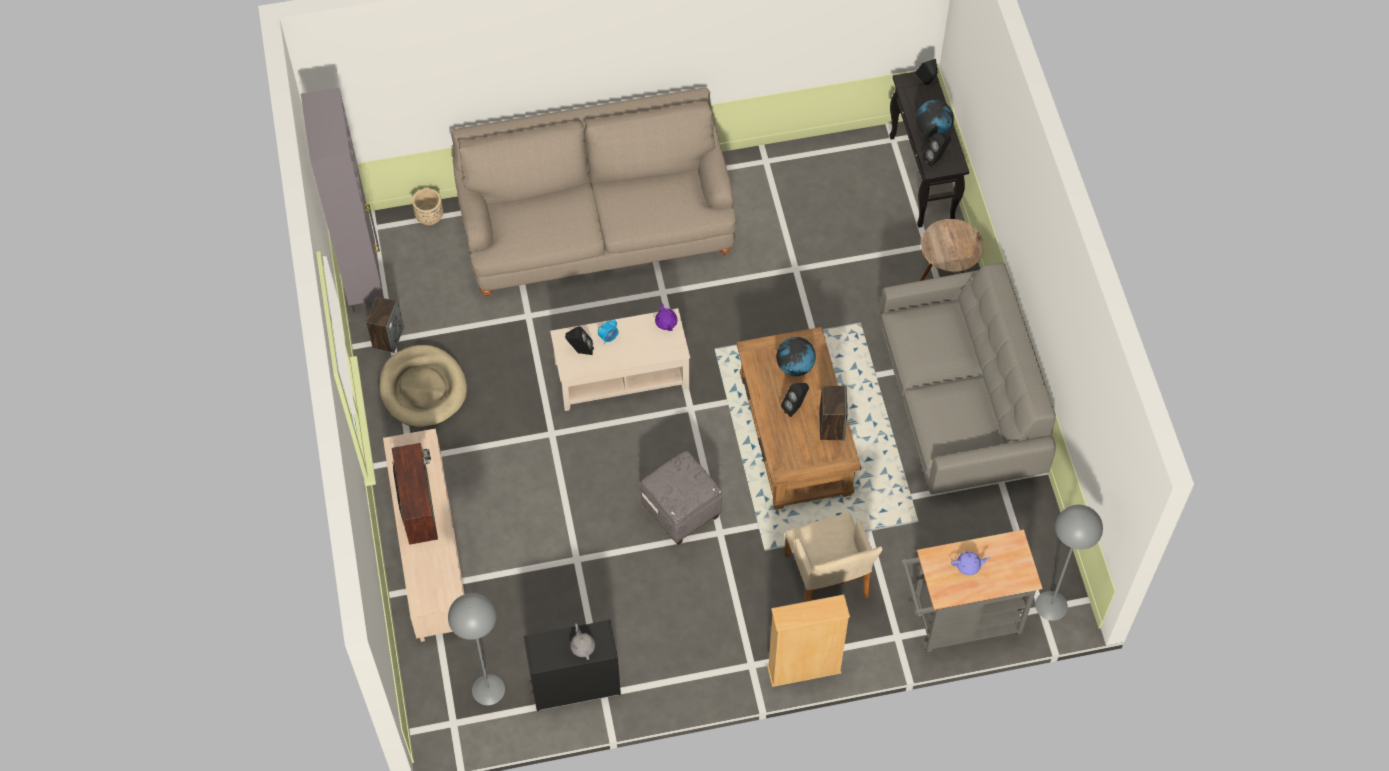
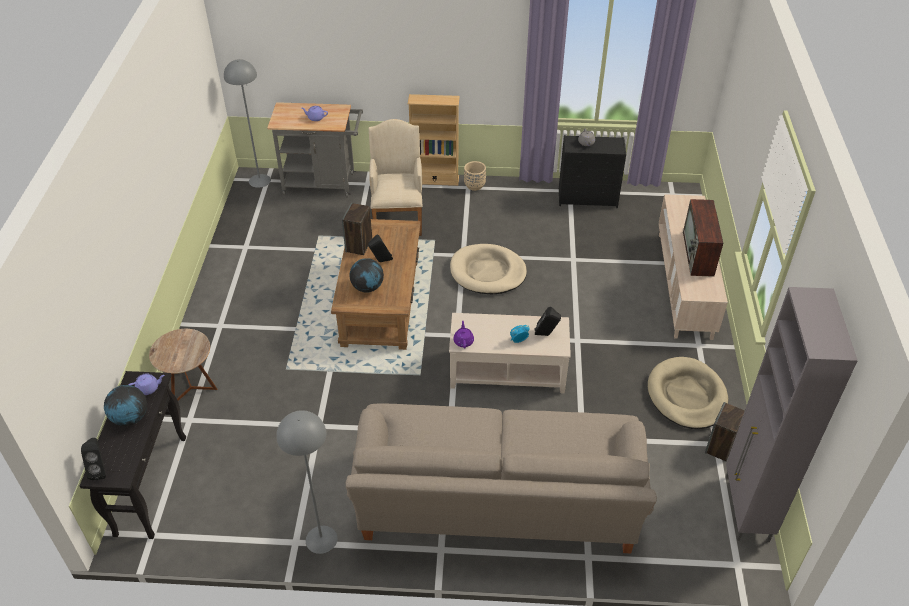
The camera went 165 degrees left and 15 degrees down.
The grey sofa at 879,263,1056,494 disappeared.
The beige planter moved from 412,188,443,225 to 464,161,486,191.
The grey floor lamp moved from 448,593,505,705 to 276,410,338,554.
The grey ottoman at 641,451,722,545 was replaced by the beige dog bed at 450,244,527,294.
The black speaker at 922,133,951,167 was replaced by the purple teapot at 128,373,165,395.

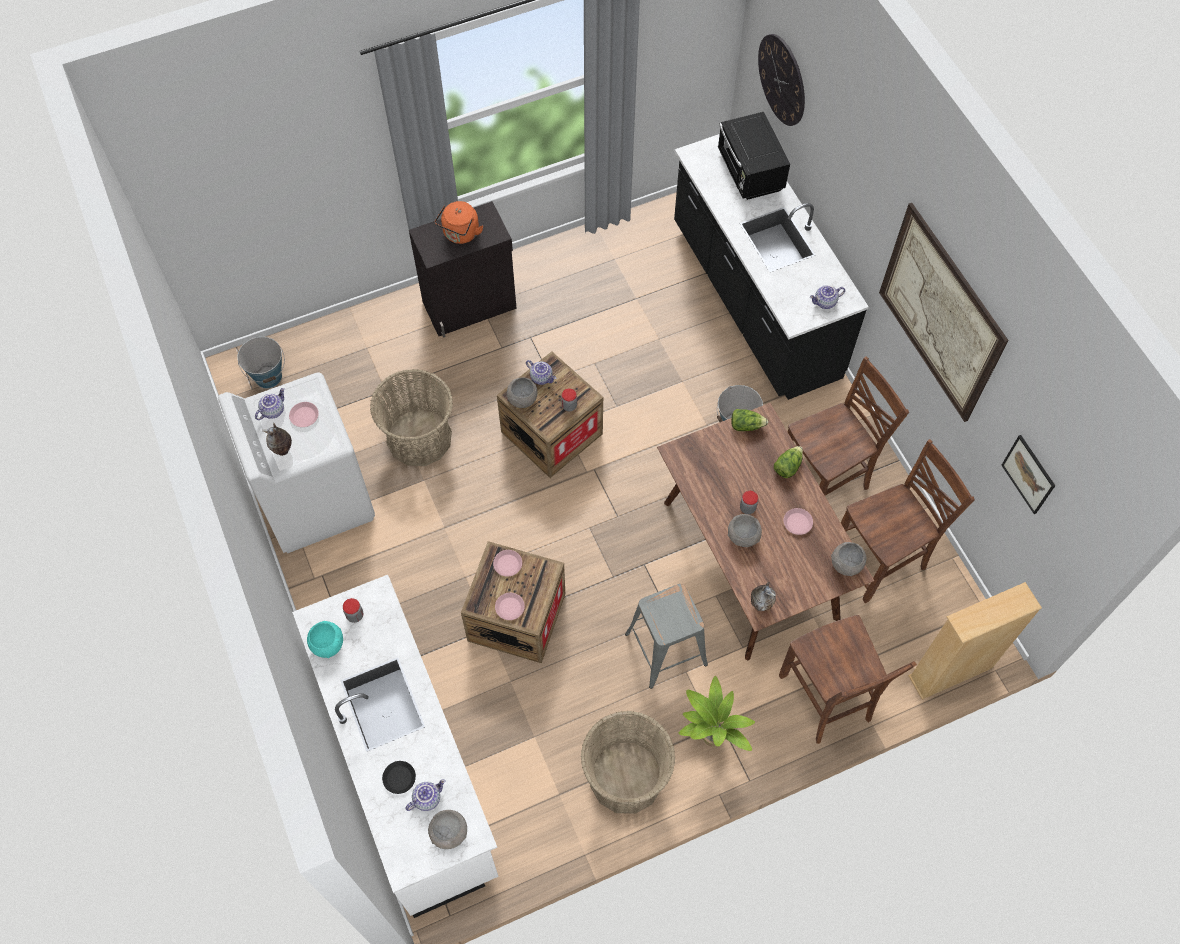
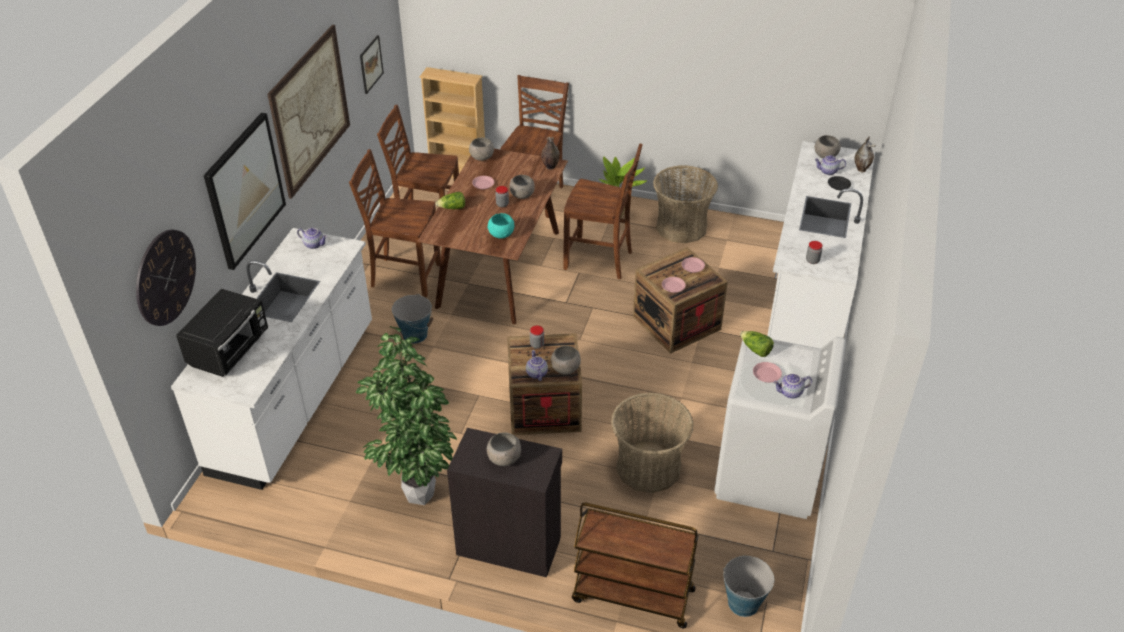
The camera went 140 degrees left and 20 degrees down.
The picture at 203,112,286,270 appeared.
The potted plant at 356,326,457,505 appeared.
The brown cart at 572,502,699,628 appeared.
The vase moved from 262,423,292,456 to 855,136,876,172.
The turquoise bowl moved from 307,621,343,658 to 487,213,514,239.
The lettuce moved from 731,409,768,431 to 740,331,774,357.
The orange kettle at 435,201,483,244 was replaced by the grey bowl at 487,432,521,466.
The grey stool at 625,584,708,689 was replaced by the brown chair at 563,144,642,279.
The black counter at 674,134,869,400 became the white counter at 171,228,372,490.

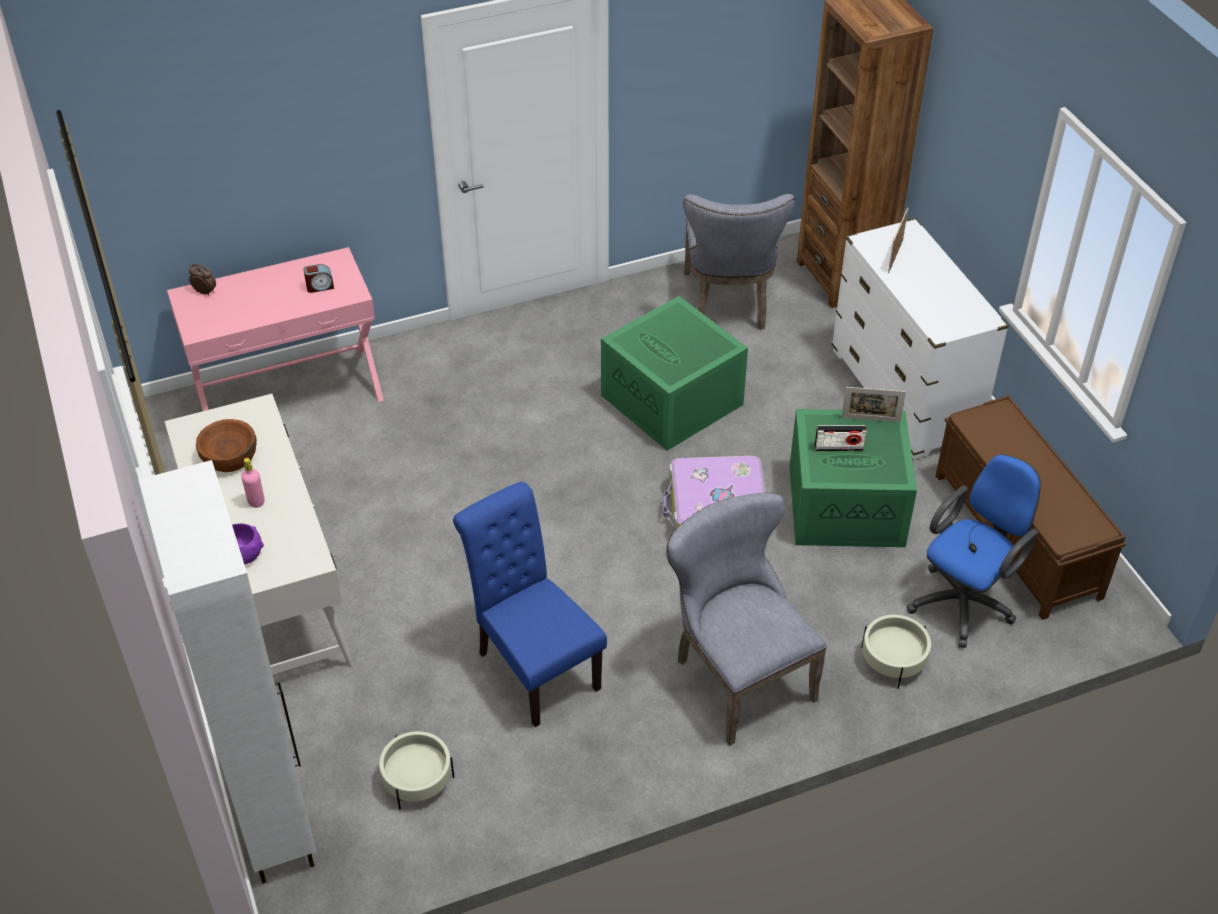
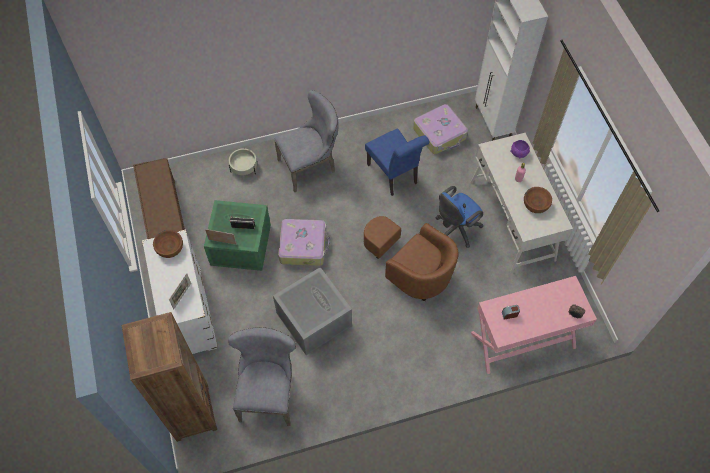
The camera went 175 degrees left and 15 degrees up.
The brown bowl at 153,230,183,258 appeared.
The brown armchair at 364,216,459,301 appeared.
The blue office chair moved from 907,454,1041,648 to 436,186,483,248.
The beige planter at 379,731,454,809 was replaced by the suitcase at 413,104,468,154.
The green storage box at 601,296,748,451 became the grey storage box at 273,267,352,355.
The grey chair at 666,493,827,746 turned 90 degrees counterclockwise.

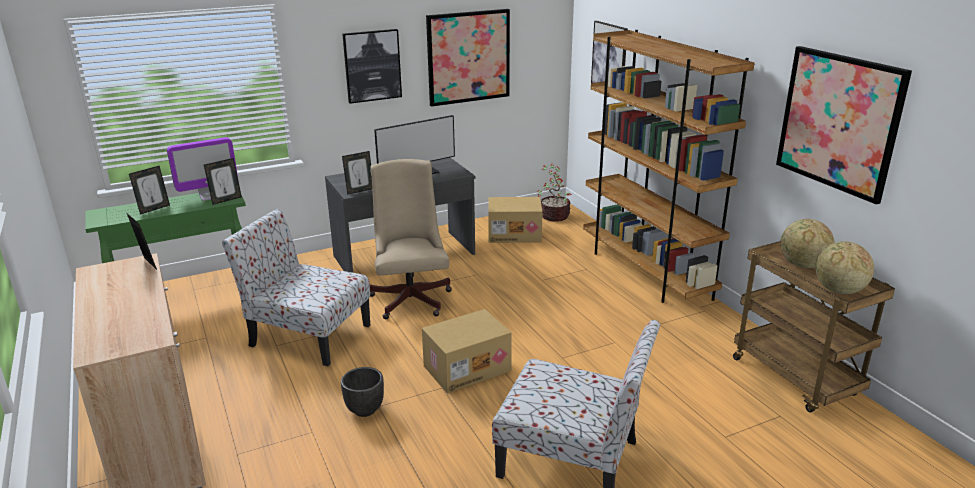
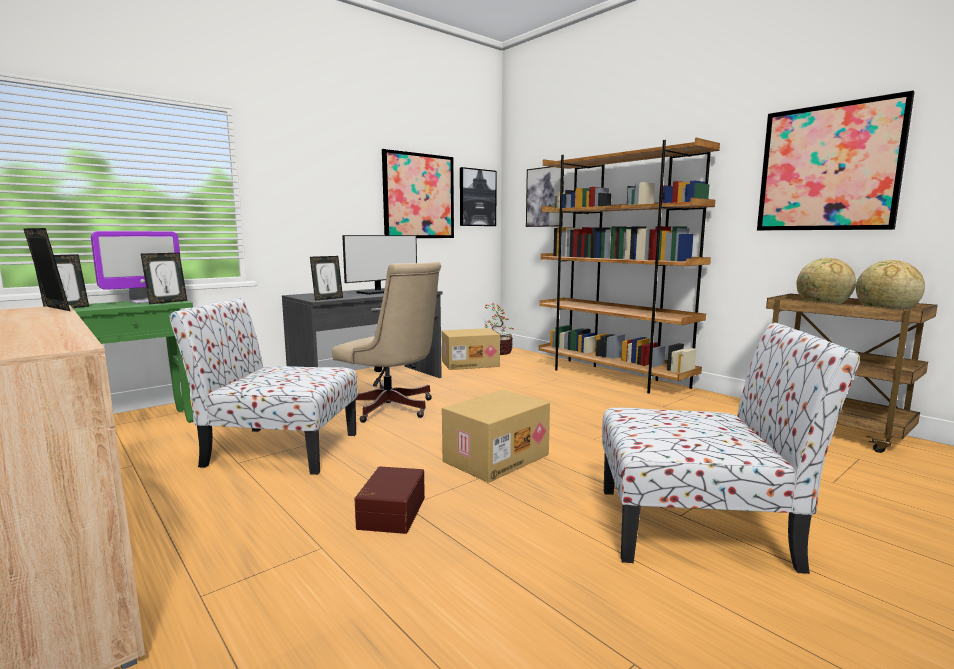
The camera went 15 degrees left and 15 degrees down.
The picture moved from 342,29,402,104 to 460,167,497,226.
The black planter at 341,367,384,417 was replaced by the brown storage box at 355,466,425,534.
The beige office chair at 370,159,452,319 turned 150 degrees clockwise.

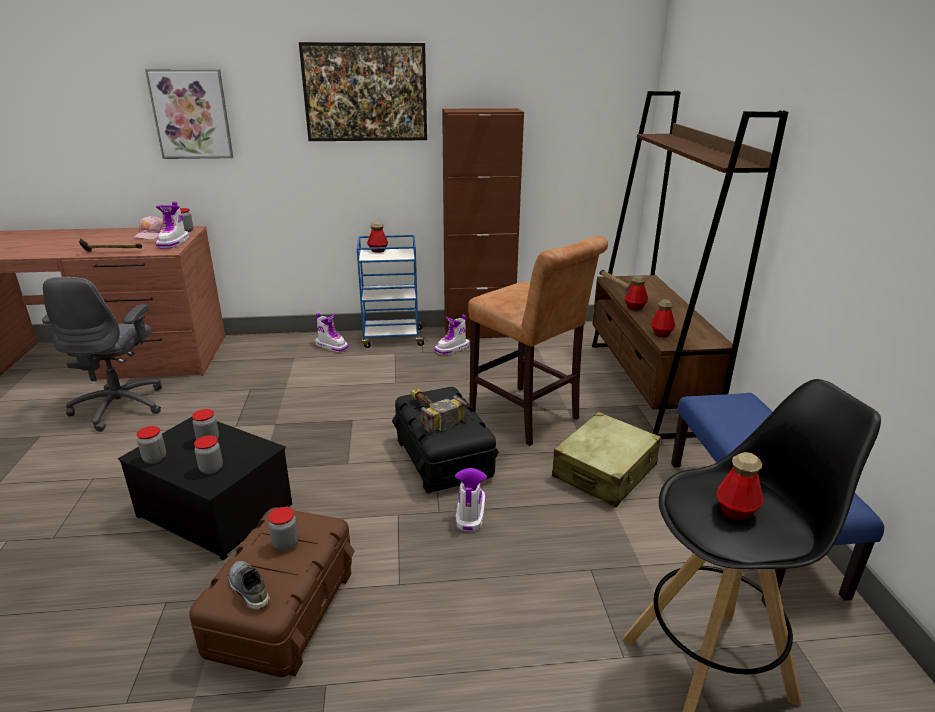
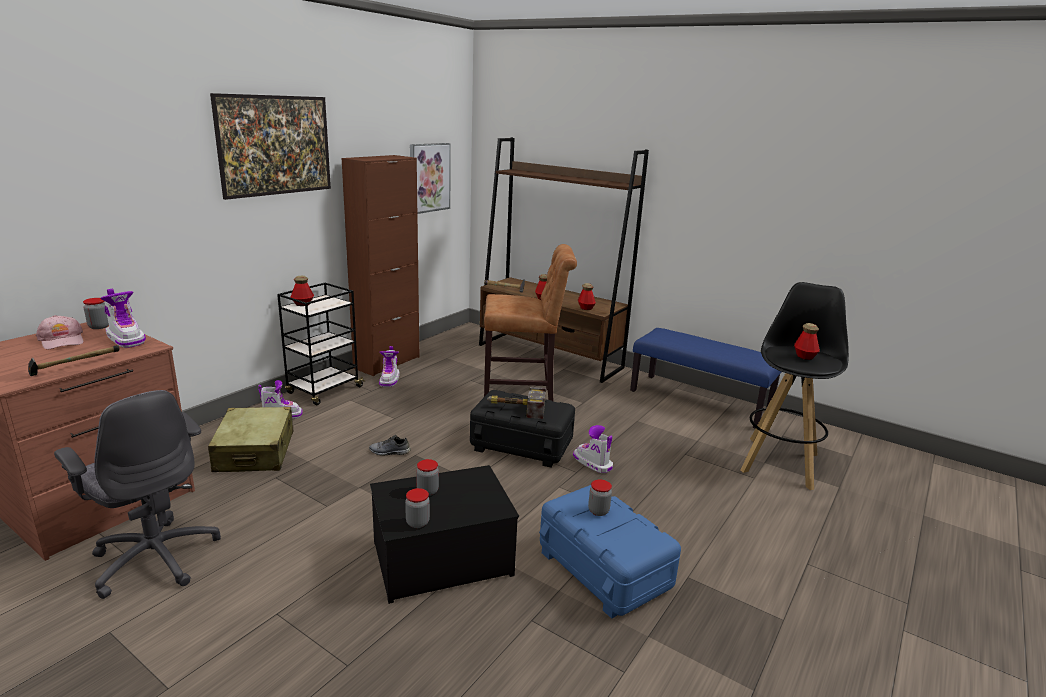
The camera went 50 degrees left and 5 degrees down.
The jar at 194,436,223,474 disappeared.
The picture moved from 145,69,233,159 to 410,143,451,214.
The grey shoe moved from 229,561,270,610 to 369,435,411,456.
The beige suitcase moved from 552,412,661,507 to 208,407,293,472.
The brown storage box at 189,507,355,677 became the blue storage box at 539,485,681,619.
The blue cart at 357,235,427,348 became the black cart at 277,283,365,405.

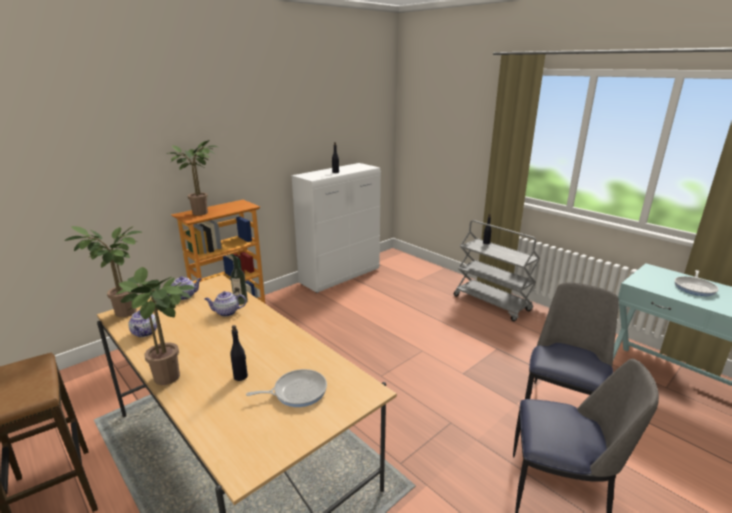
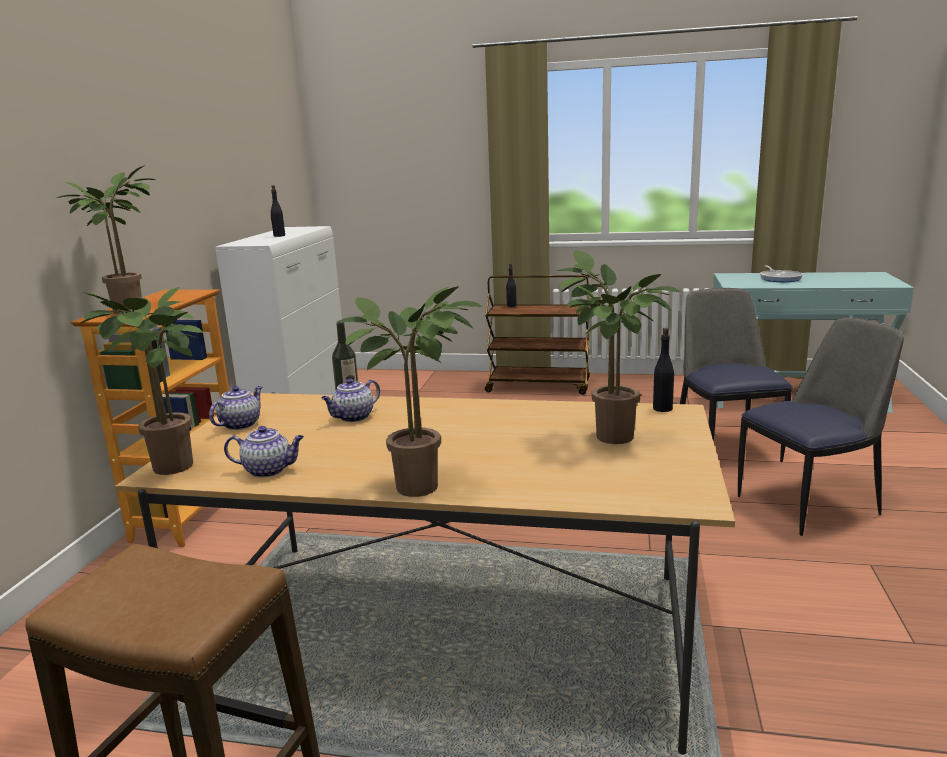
The camera went 35 degrees left and 5 degrees down.
The black bottle moved from 230,325,248,381 to 653,328,674,412.
The frying pan at 246,369,327,407 was replaced by the potted plant at 557,250,681,444.
The grey cart at 454,220,540,321 became the brown cart at 485,275,590,395.
The teapot at 128,310,157,337 turned 45 degrees counterclockwise.

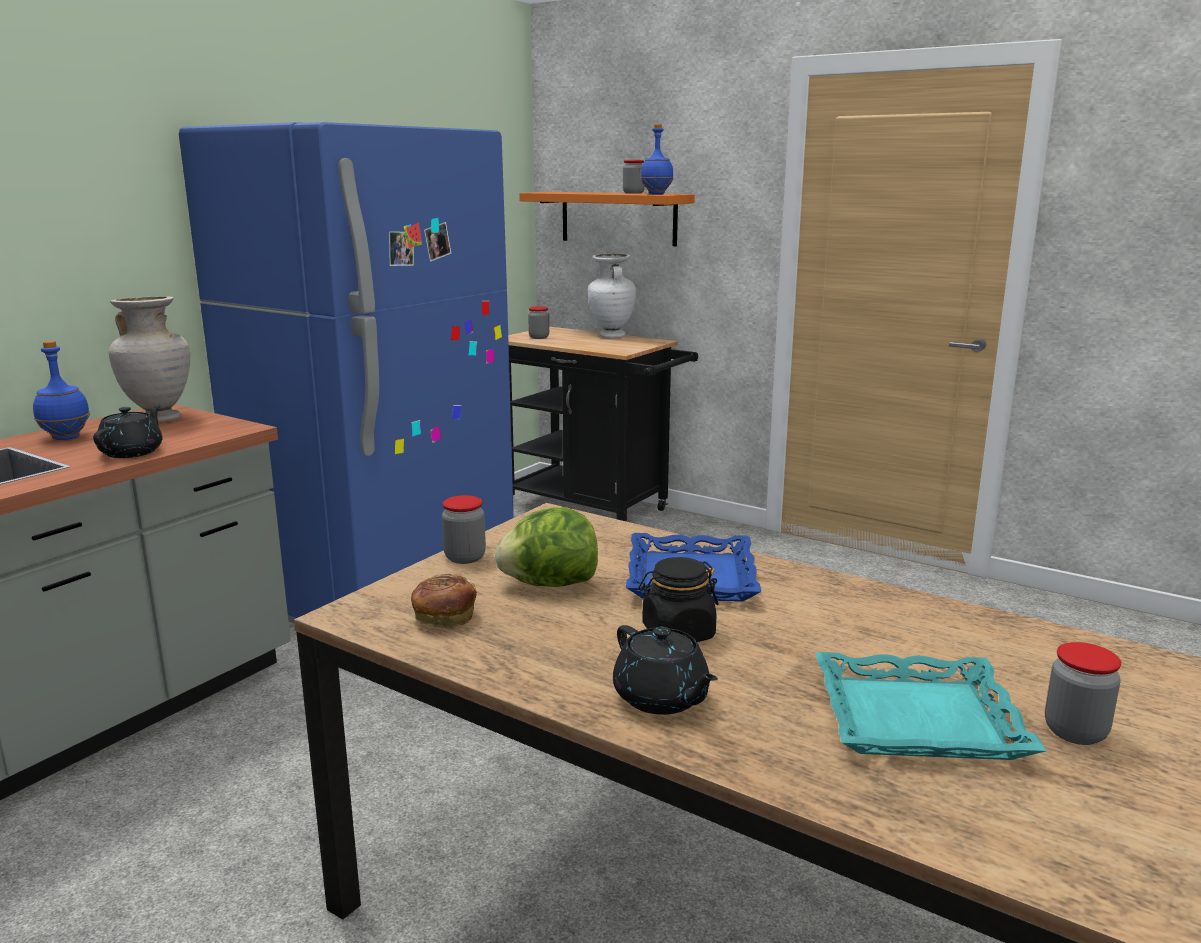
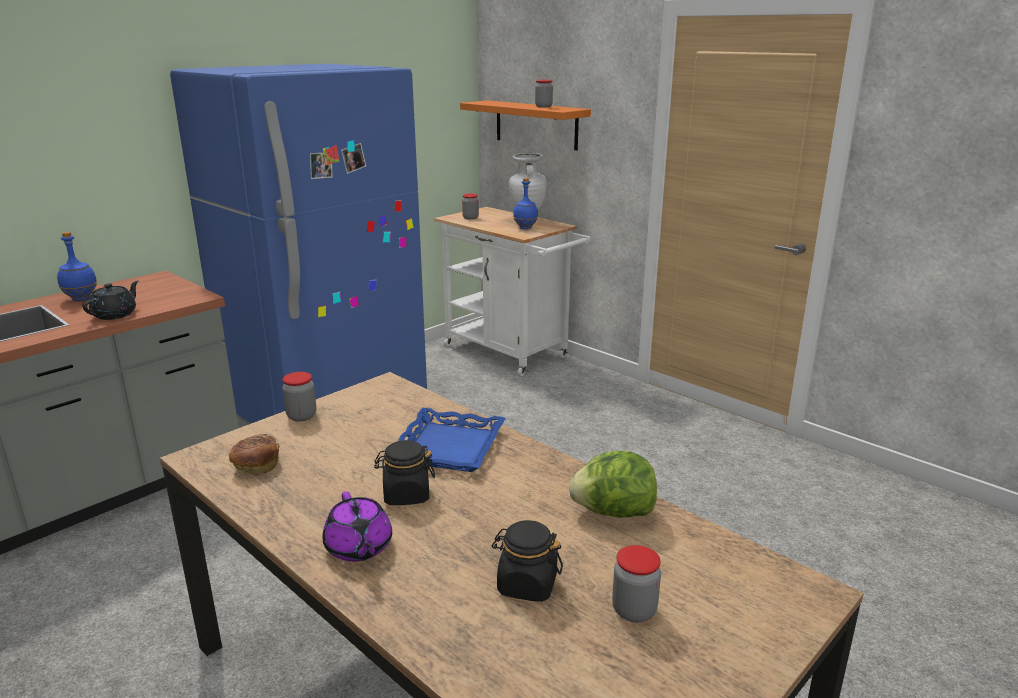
The camera went 10 degrees right and 5 degrees up.
The beige vase at 109,296,190,423 disappeared.
The lettuce moved from 495,507,598,587 to 569,451,657,518.
The blue bottle moved from 641,124,674,194 to 513,178,538,229.
The turquoise tray at 815,652,1047,760 was replaced by the black jar at 492,520,563,602.
The black cart at 508,327,698,521 became the white cart at 434,207,591,376.
The black teapot at 613,625,718,715 became the purple teapot at 322,491,392,562.

